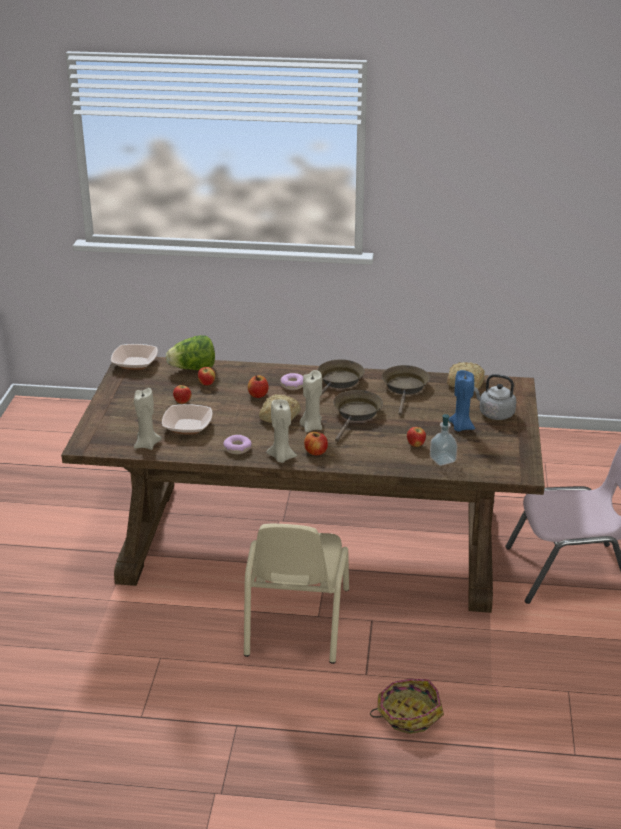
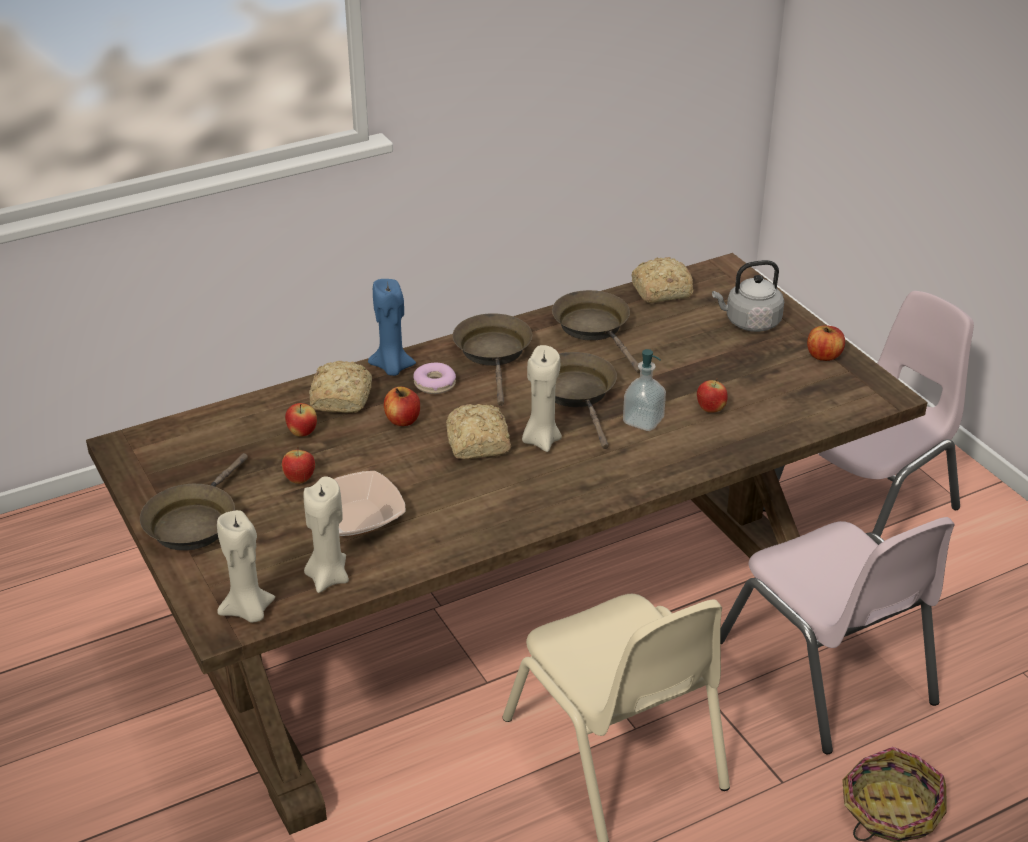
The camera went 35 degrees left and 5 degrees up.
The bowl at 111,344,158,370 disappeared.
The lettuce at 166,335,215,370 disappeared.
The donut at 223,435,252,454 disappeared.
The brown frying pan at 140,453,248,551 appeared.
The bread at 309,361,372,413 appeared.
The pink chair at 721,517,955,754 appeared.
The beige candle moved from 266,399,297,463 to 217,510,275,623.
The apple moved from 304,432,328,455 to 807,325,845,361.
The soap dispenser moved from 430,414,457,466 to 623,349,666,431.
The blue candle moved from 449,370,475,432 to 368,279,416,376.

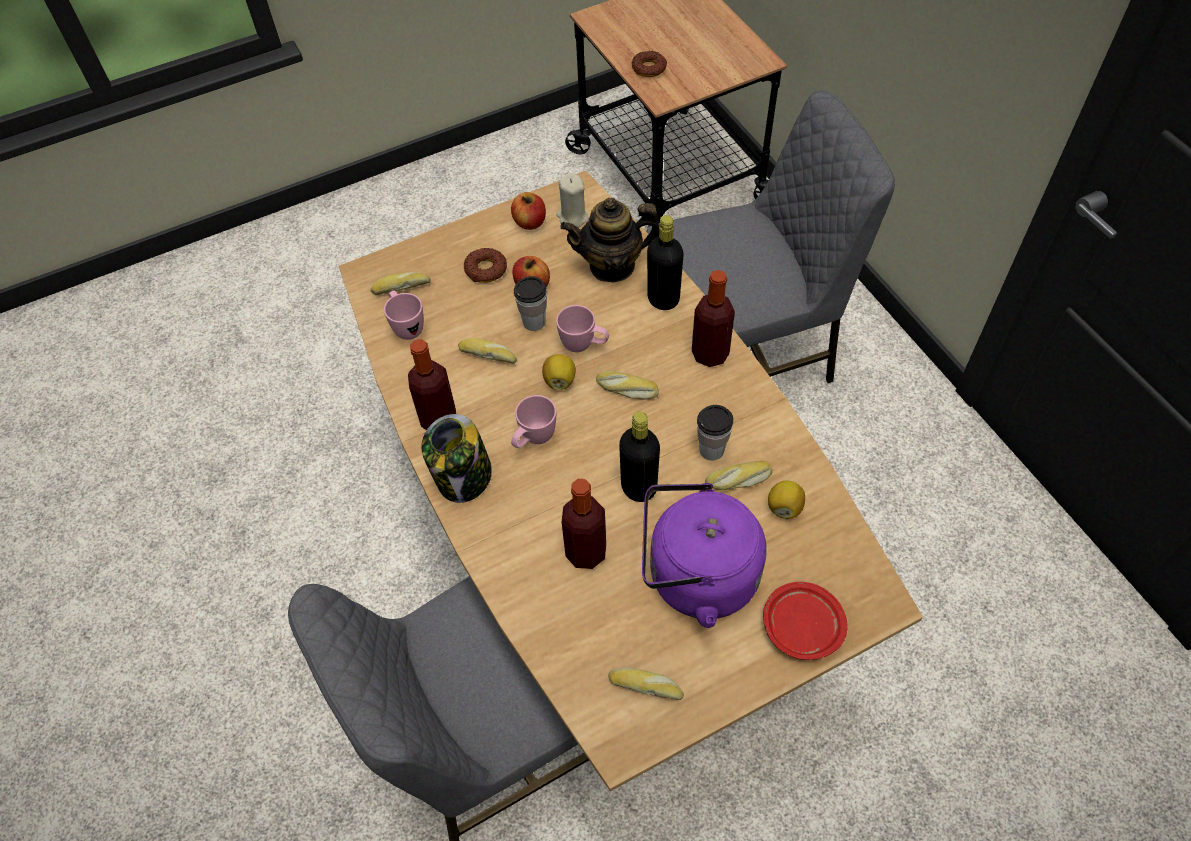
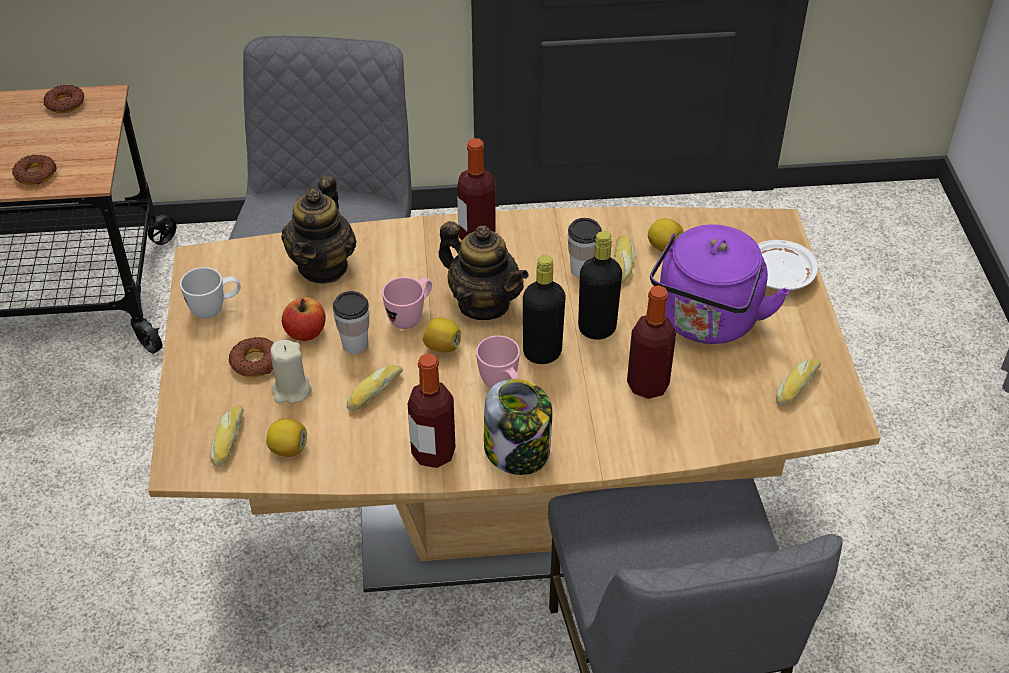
The camera went 70 degrees left and 10 degrees down.
The donut at 43,85,84,113 appeared.
The beige candle moved from 556,173,589,228 to 271,340,312,404.
The black bottle moved from 647,215,684,310 to 523,255,566,364.
The pink mug at 384,291,424,340 was replaced by the lemon at 266,418,307,457.
The apple at 511,192,546,230 was replaced by the white mug at 180,267,240,319.
The bread at 596,371,659,400 was replaced by the teapot at 438,221,529,320.
The red plate at 763,582,848,660 became the white plate at 758,240,818,290.

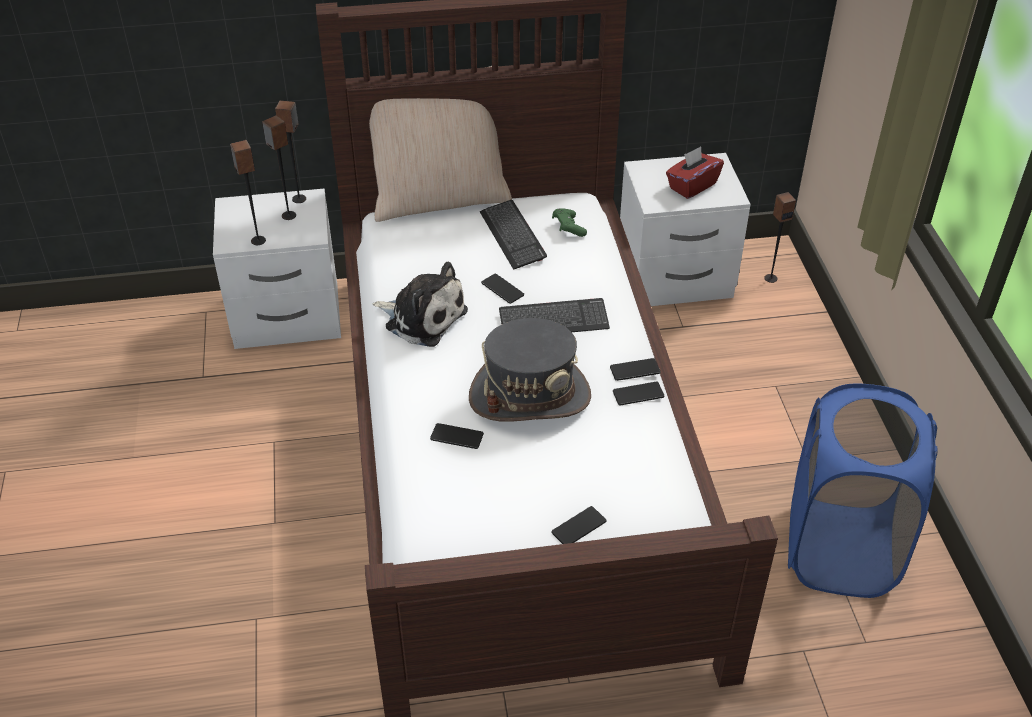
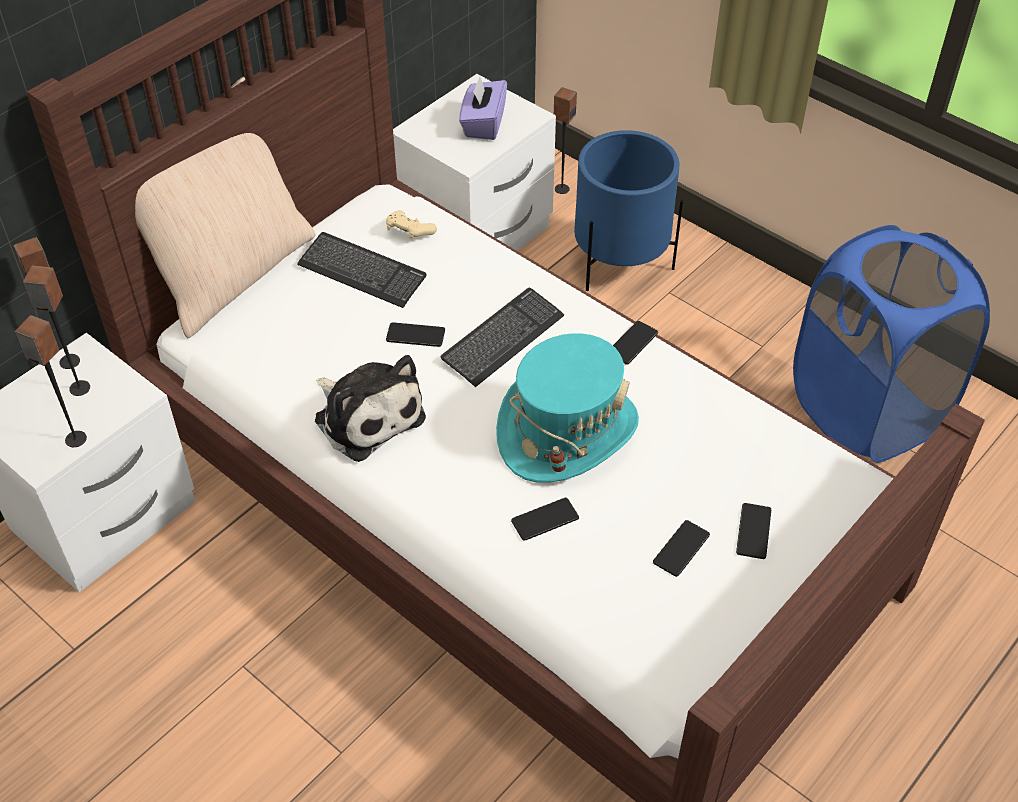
The camera went 40 degrees left and 5 degrees up.
The blue planter at 574,130,683,291 appeared.
The phone moved from 613,382,664,405 to 653,520,710,577.
The grey hat at 469,318,591,422 became the turquoise hat at 496,333,639,483.
The green game controller at 552,208,587,237 became the beige game controller at 386,210,437,240.
The red tissue box at 666,147,724,199 became the purple tissue box at 459,76,507,140.
The plush toy at 373,262,468,347 turned 60 degrees clockwise.

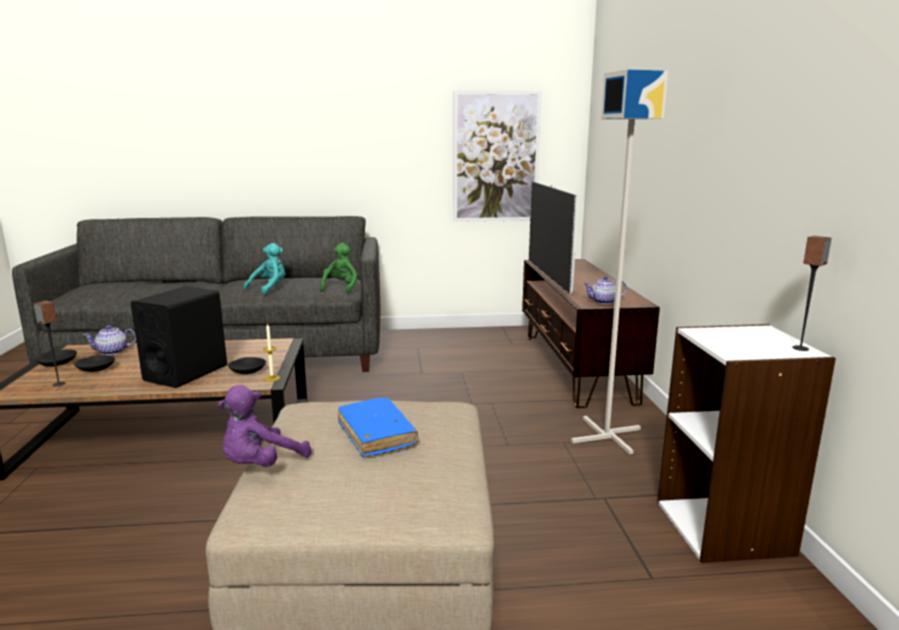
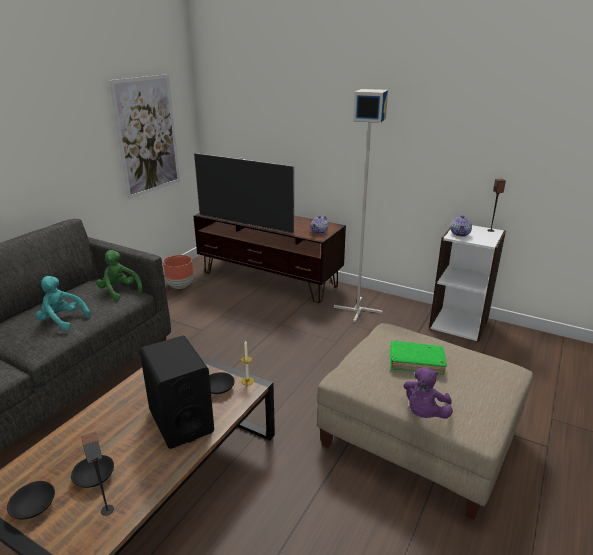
The camera went 55 degrees left and 10 degrees up.
The brown planter at 163,255,193,289 appeared.
The teapot moved from 83,325,136,355 to 451,215,472,237.
The blue book at 338,398,418,457 became the green book at 390,341,447,375.
The purple plush toy at 218,385,312,467 turned 45 degrees clockwise.
The turquoise plush toy at 244,243,285,295 turned 45 degrees counterclockwise.

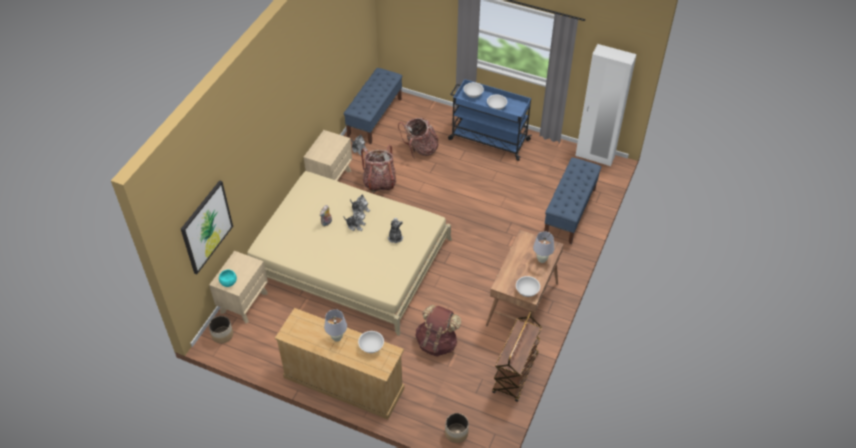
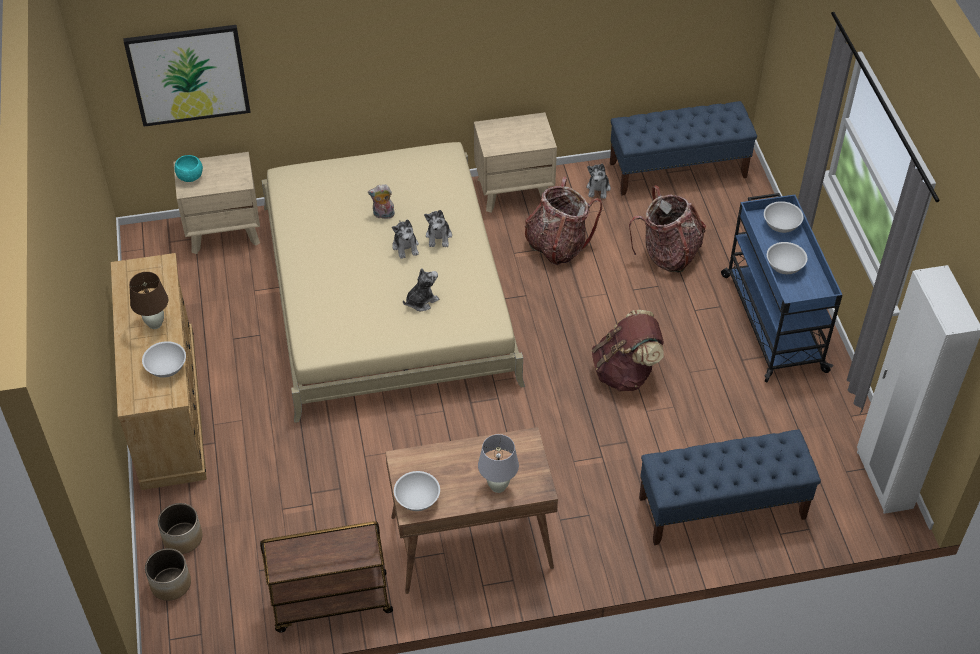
The camera went 55 degrees right and 0 degrees up.
The planter moved from 209,316,233,343 to 158,503,202,554.
The brown backpack moved from 416,305,461,357 to 592,310,664,392.
The white table lamp at 324,309,347,342 became the brown table lamp at 129,272,168,329.

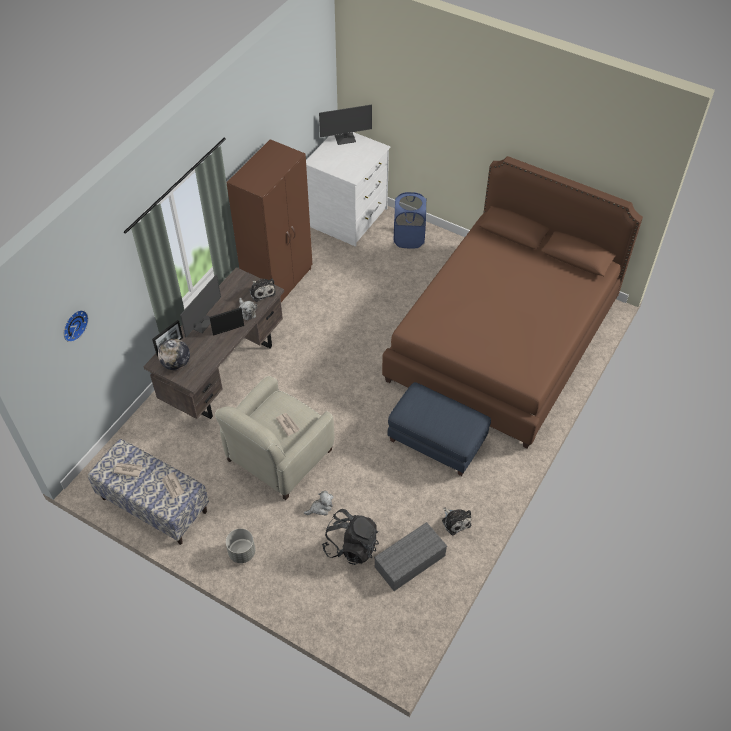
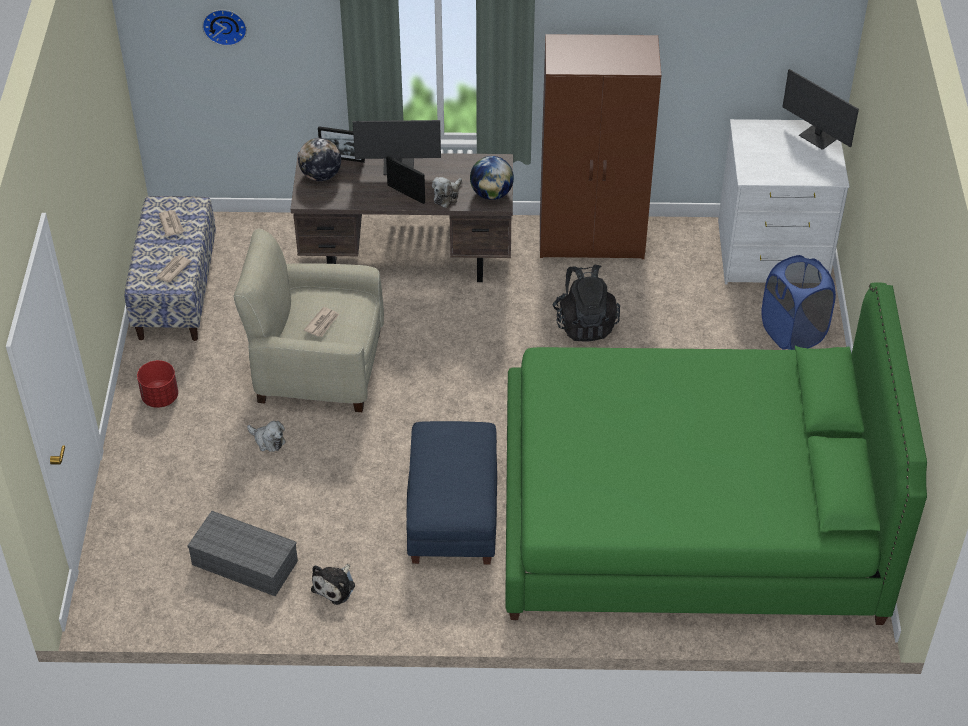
The camera went 60 degrees right and 5 degrees down.
The black backpack moved from 322,509,379,565 to 552,265,620,341.
The plush toy at 249,278,276,302 was replaced by the globe at 470,156,514,200.
The grey planter at 226,528,255,563 became the red planter at 137,360,178,408.
The brown bed at 382,156,643,449 became the green bed at 505,283,927,625.

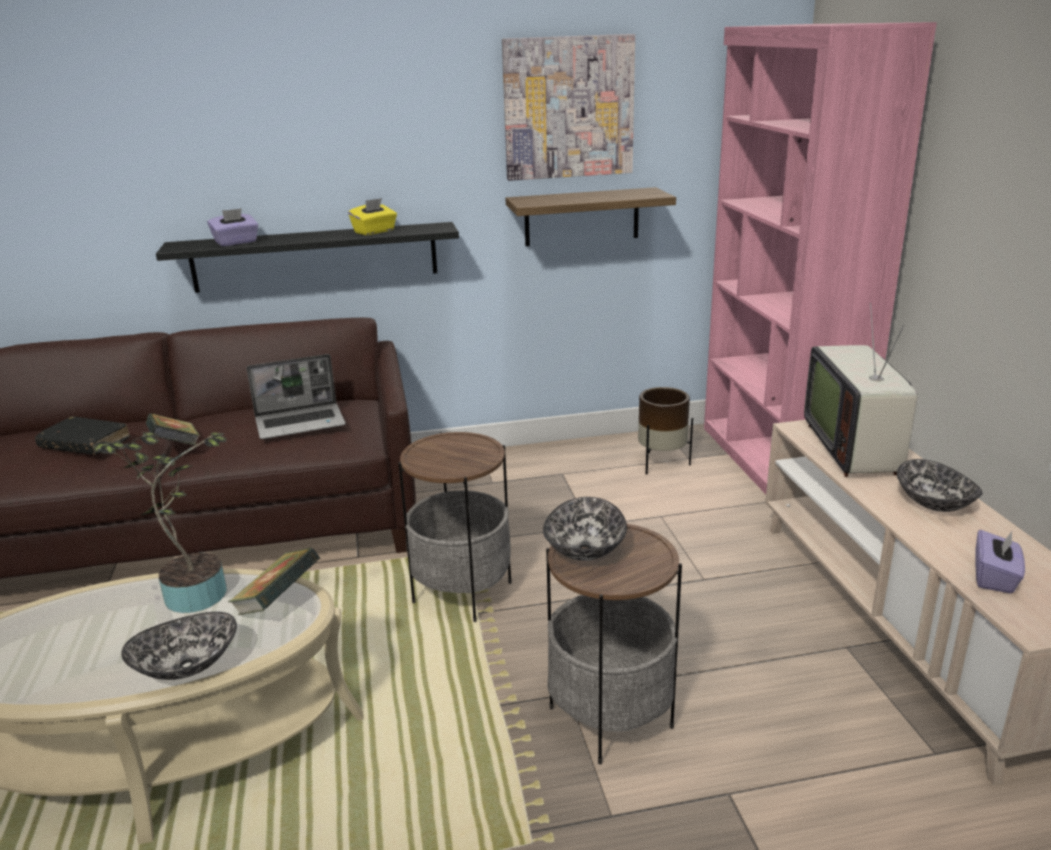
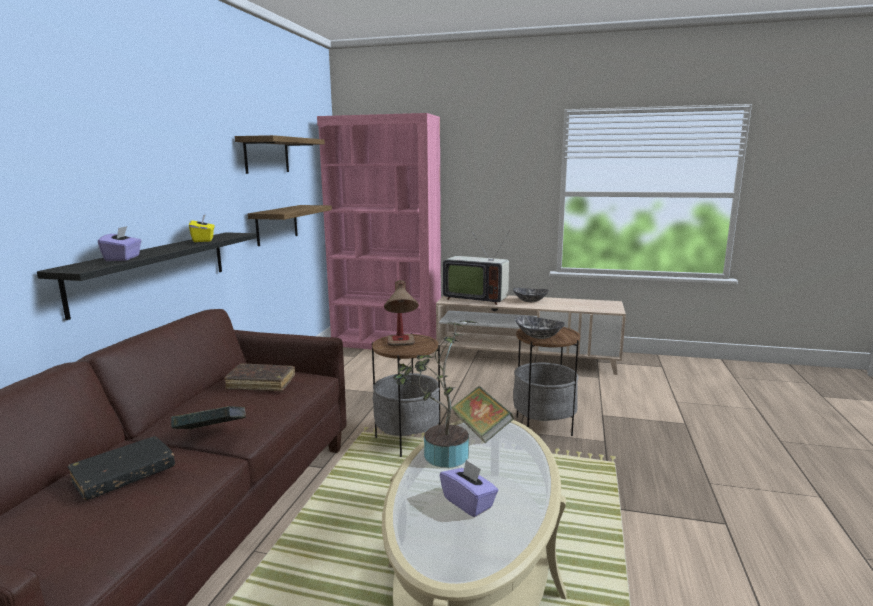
The camera went 65 degrees left and 10 degrees down.
The bowl at 121,612,237,680 disappeared.
The brown planter at 638,387,693,475 disappeared.
The table lamp at 384,280,419,346 appeared.
The purple tissue box moved from 975,530,1025,594 to 440,460,499,517.
The laptop at 247,354,346,439 was replaced by the brown book at 224,364,295,391.
The picture at 502,34,635,181 was replaced by the shelf at 235,135,325,174.

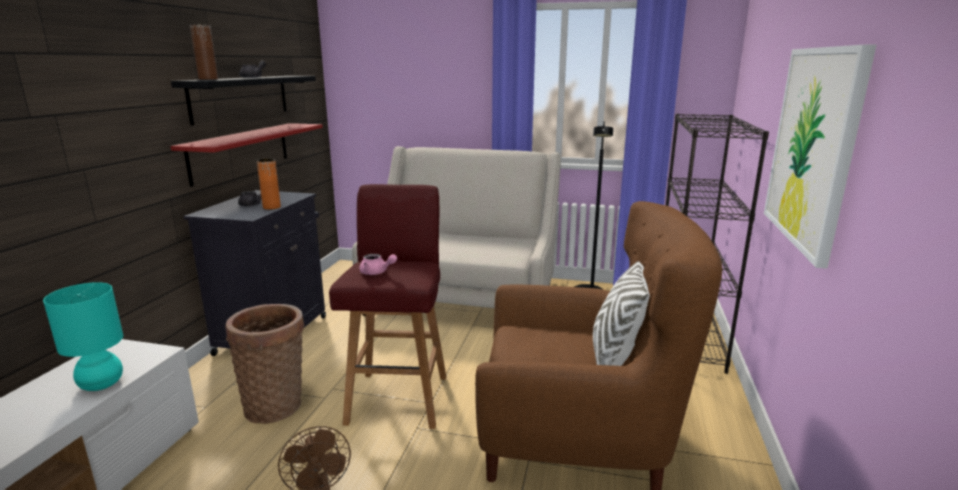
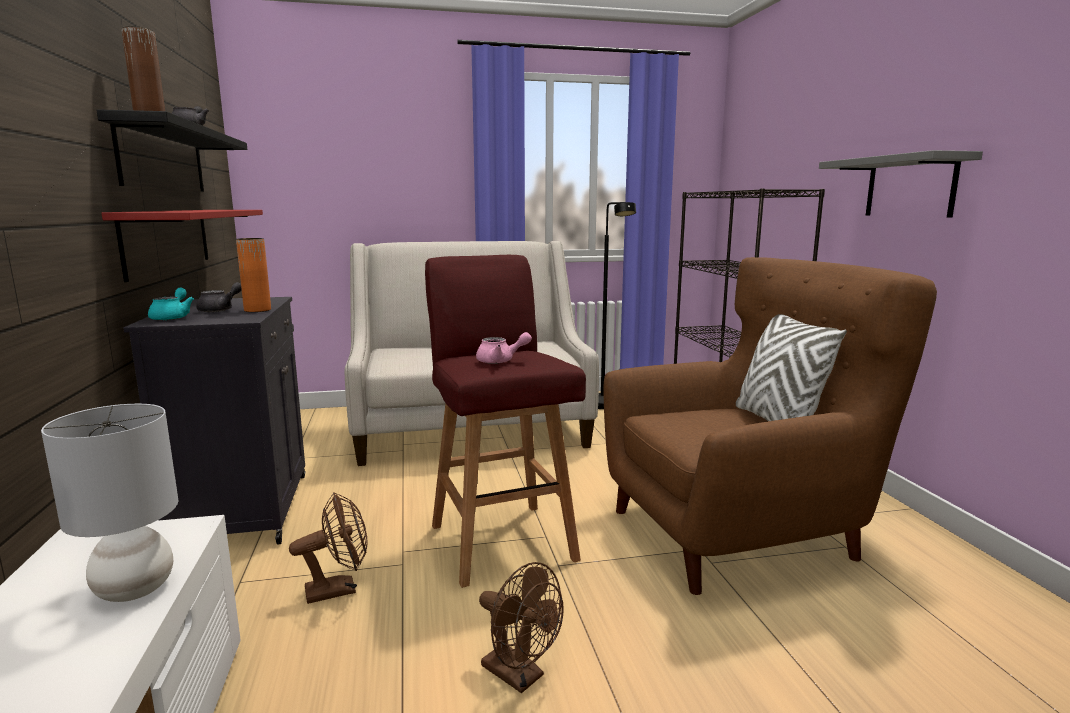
The camera went 25 degrees left and 5 degrees down.
The turquoise teapot at 148,288,194,321 appeared.
The basket at 225,304,304,424 was replaced by the brown fan at 289,492,367,604.
The picture at 764,45,876,269 was replaced by the grey shelf at 819,150,983,217.
The turquoise table lamp at 43,282,123,391 became the grey table lamp at 41,404,179,602.

